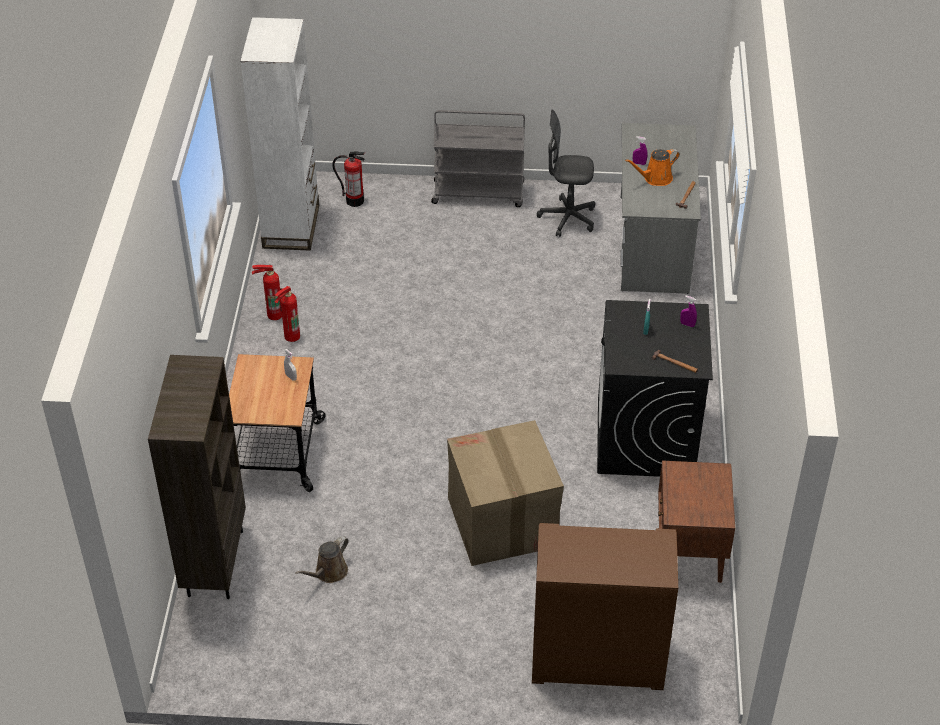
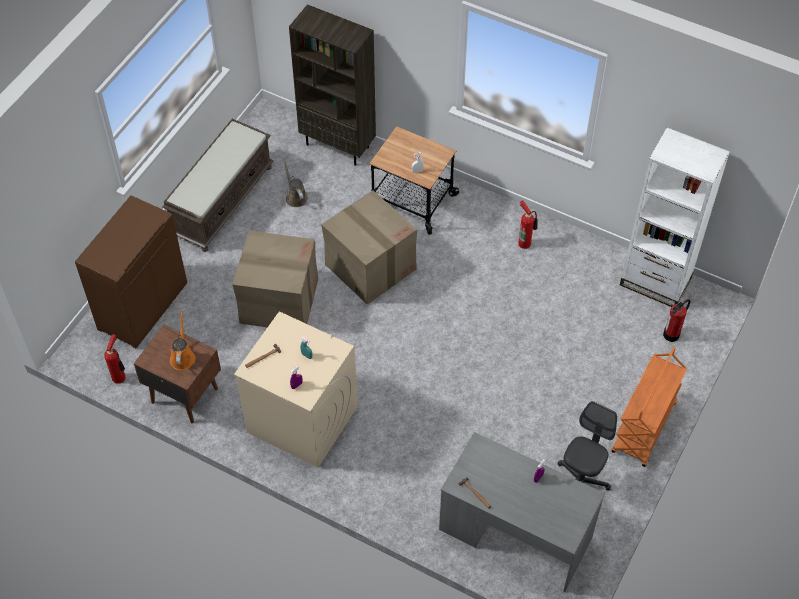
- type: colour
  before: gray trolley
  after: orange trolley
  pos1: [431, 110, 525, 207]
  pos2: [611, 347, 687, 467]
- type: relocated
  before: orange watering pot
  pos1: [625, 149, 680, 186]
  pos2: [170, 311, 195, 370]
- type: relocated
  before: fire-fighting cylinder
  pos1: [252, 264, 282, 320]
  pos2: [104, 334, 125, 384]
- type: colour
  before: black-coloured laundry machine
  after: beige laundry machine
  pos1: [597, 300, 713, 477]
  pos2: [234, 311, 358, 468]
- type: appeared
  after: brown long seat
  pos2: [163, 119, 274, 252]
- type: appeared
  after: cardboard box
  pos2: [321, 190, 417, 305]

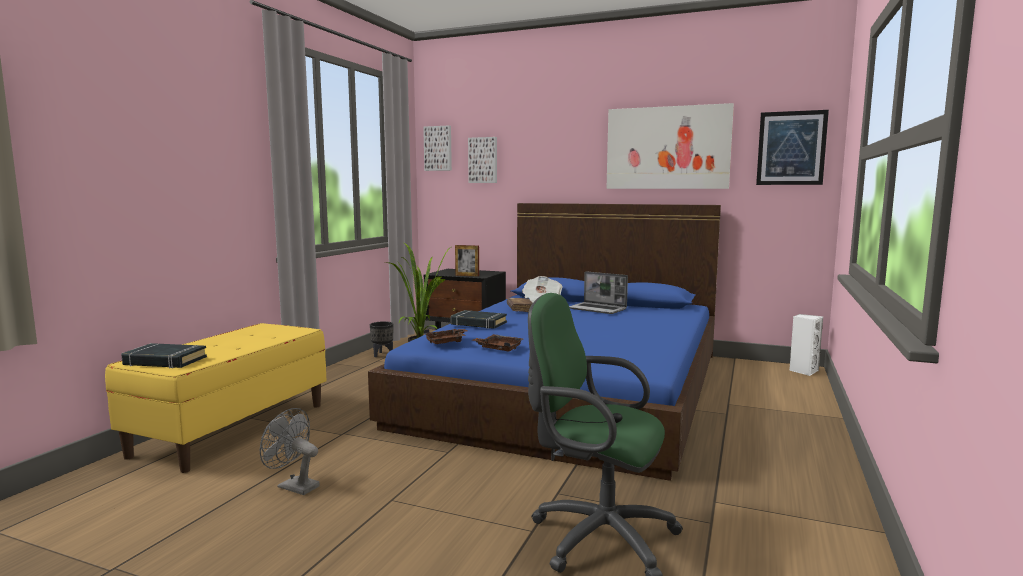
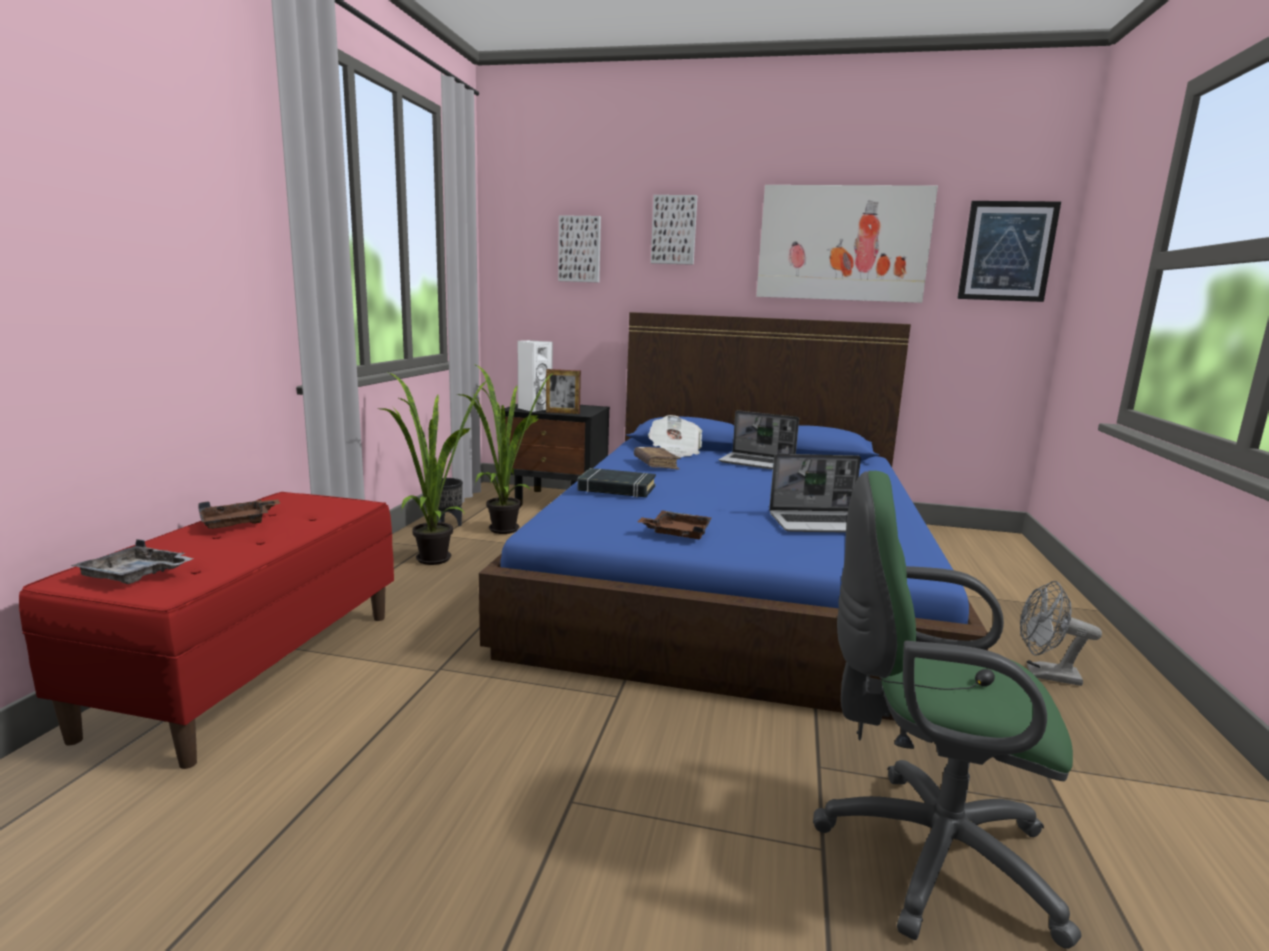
- type: relocated
  before: wall picture
  pos1: [423, 125, 452, 171]
  pos2: [651, 195, 697, 265]
- type: relocated
  before: white loudspeaker
  pos1: [789, 314, 823, 376]
  pos2: [518, 340, 553, 412]
- type: colour
  before: yellowish long seat
  after: red-coloured long seat
  pos1: [105, 323, 327, 473]
  pos2: [19, 492, 394, 769]
- type: relocated
  before: brown tray
  pos1: [424, 328, 467, 344]
  pos2: [198, 499, 281, 529]
- type: exchanged
  before: black-coloured bound book
  after: gray tray
  pos1: [121, 343, 207, 368]
  pos2: [71, 539, 194, 584]
- type: relocated
  before: gray fan
  pos1: [260, 408, 320, 495]
  pos2: [1020, 581, 1102, 686]
- type: appeared
  after: houseplant
  pos2: [376, 373, 487, 565]
- type: appeared
  after: laptop
  pos2: [769, 454, 861, 533]

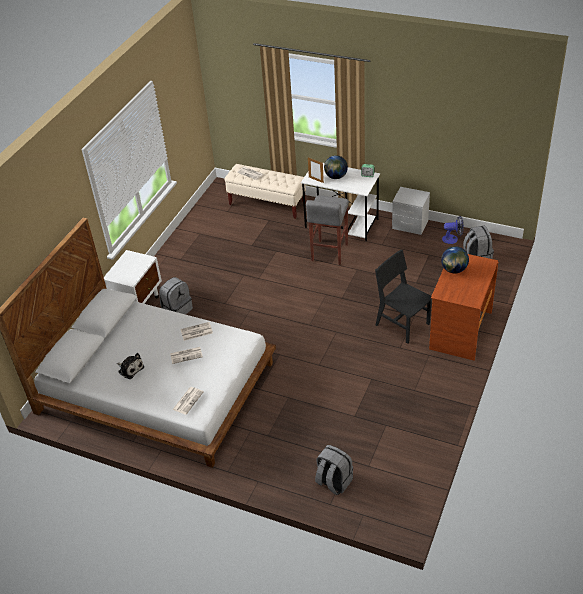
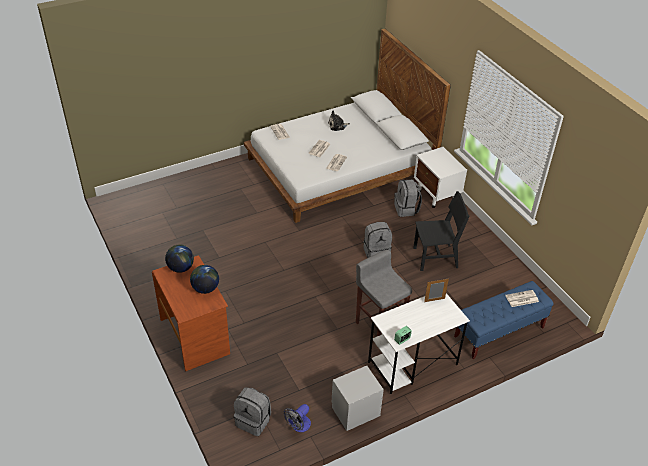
- type: relocated
  before: desk globe
  pos1: [324, 155, 348, 179]
  pos2: [165, 245, 194, 273]
- type: colour
  before: beige long seat
  after: blue-coloured long seat
  pos1: [225, 164, 306, 219]
  pos2: [454, 281, 553, 359]
- type: relocated
  before: black-coloured chair
  pos1: [375, 250, 432, 344]
  pos2: [413, 191, 469, 271]
- type: relocated
  before: gray rucksack
  pos1: [315, 445, 353, 495]
  pos2: [363, 222, 392, 258]

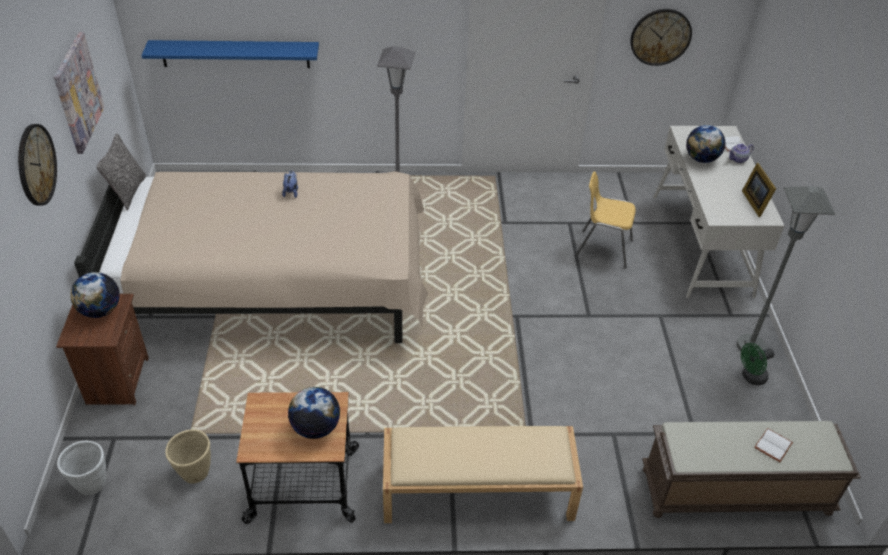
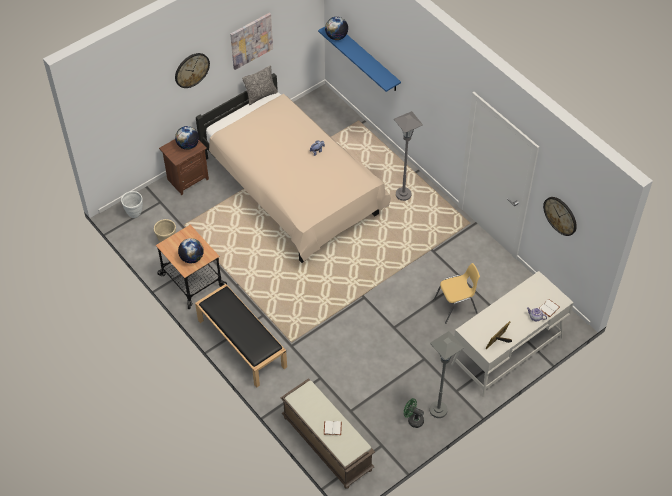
- type: relocated
  before: desk globe
  pos1: [686, 125, 725, 163]
  pos2: [325, 17, 348, 40]
- type: spun
  before: yellowish chair
  pos1: [575, 172, 636, 269]
  pos2: [434, 263, 480, 324]
  turn: 90
- type: colour
  before: beige long seat
  after: black-coloured long seat
  pos1: [383, 426, 583, 523]
  pos2: [195, 284, 287, 388]

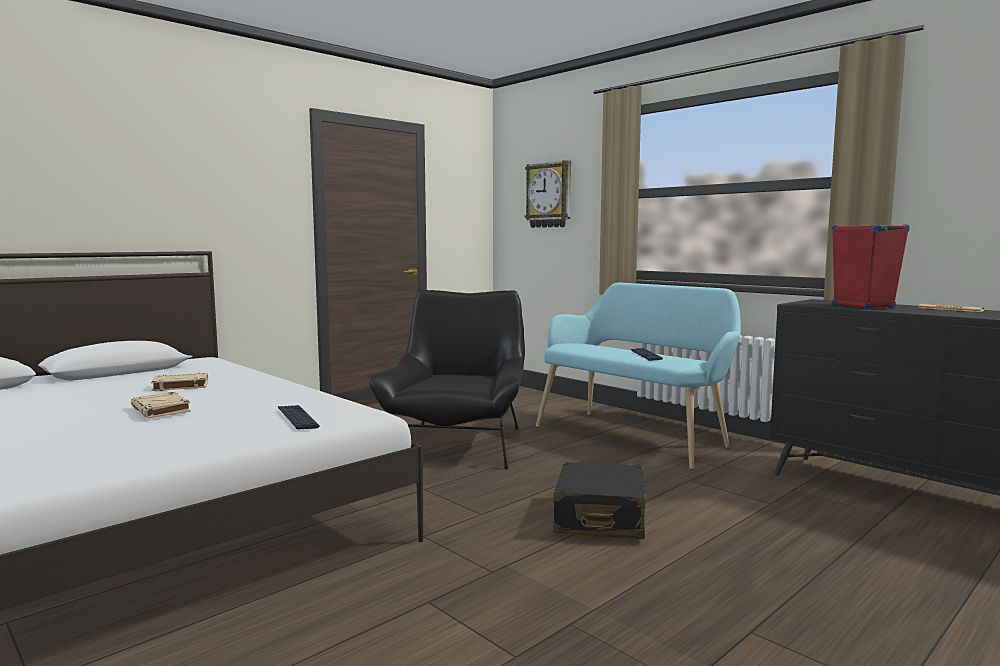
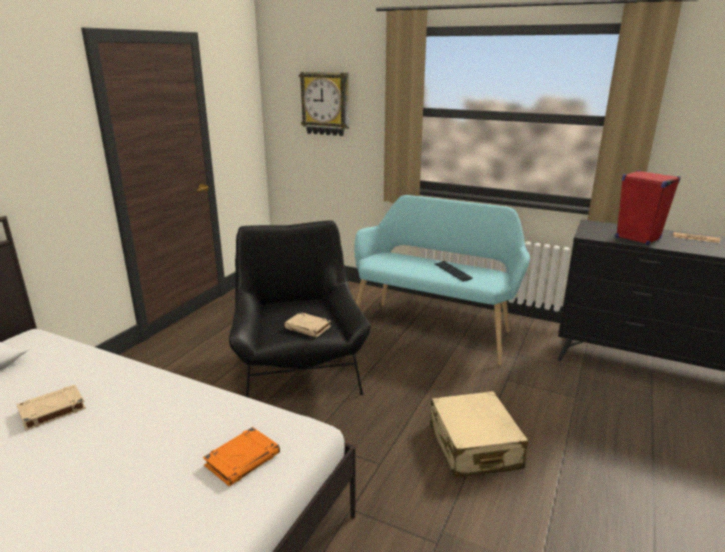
- type: relocated
  before: beige bound book
  pos1: [131, 392, 191, 418]
  pos2: [284, 312, 331, 337]
- type: exchanged
  before: PC keyboard
  after: orange bound book
  pos1: [278, 405, 320, 429]
  pos2: [203, 427, 280, 487]
- type: colour
  before: black-coloured piece of luggage
  after: beige piece of luggage
  pos1: [553, 462, 646, 539]
  pos2: [430, 391, 528, 478]

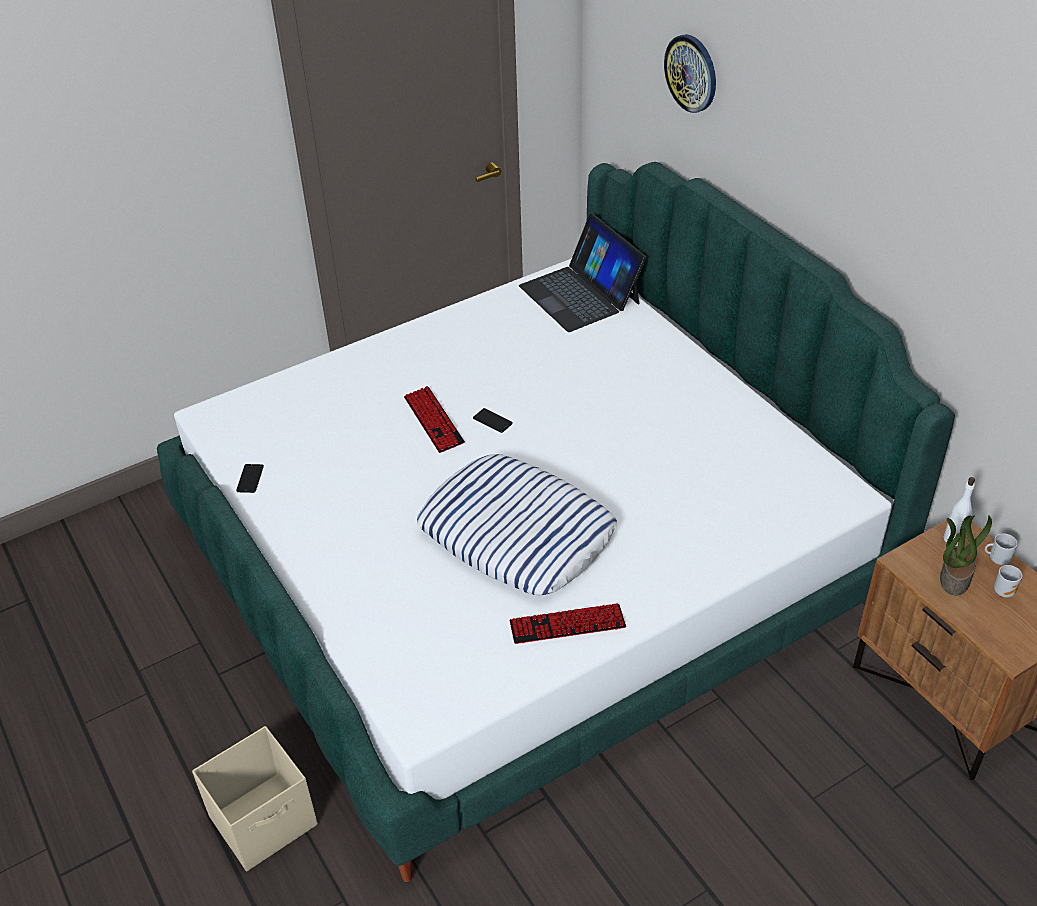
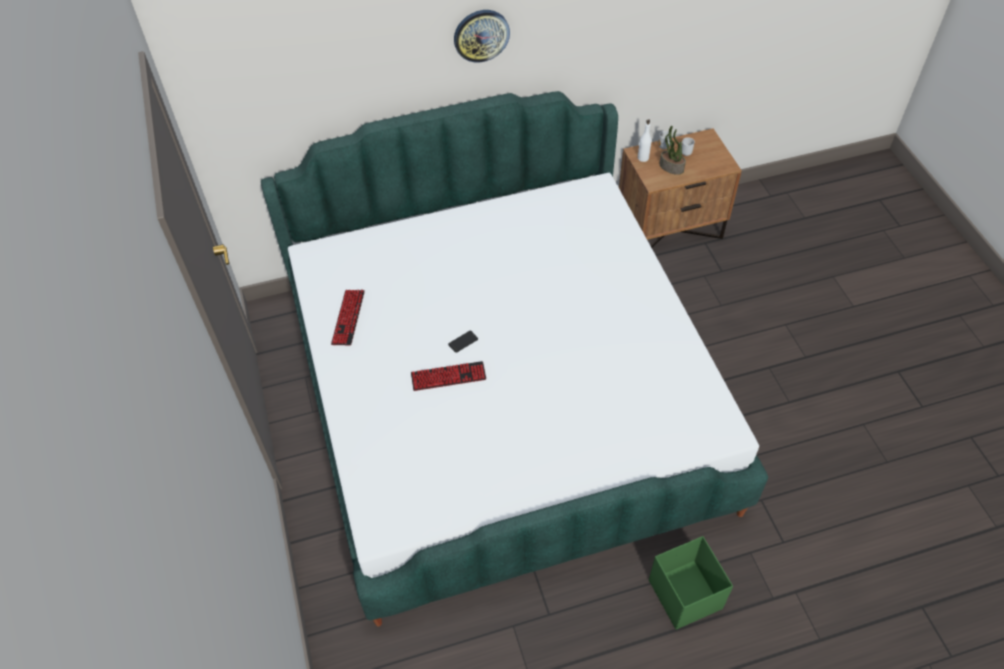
- type: relocated
  before: hanging clock
  pos1: [664, 34, 716, 113]
  pos2: [454, 10, 510, 62]
- type: missing
  before: laptop
  pos1: [519, 213, 646, 332]
- type: missing
  before: cushion
  pos1: [417, 454, 617, 595]
- type: missing
  before: telephone
  pos1: [236, 464, 264, 493]
- type: relocated
  before: PC keyboard
  pos1: [509, 603, 626, 644]
  pos2: [331, 290, 365, 345]
- type: colour
  before: beige storage bin
  after: green-coloured storage bin
  pos1: [192, 726, 318, 871]
  pos2: [649, 536, 733, 630]

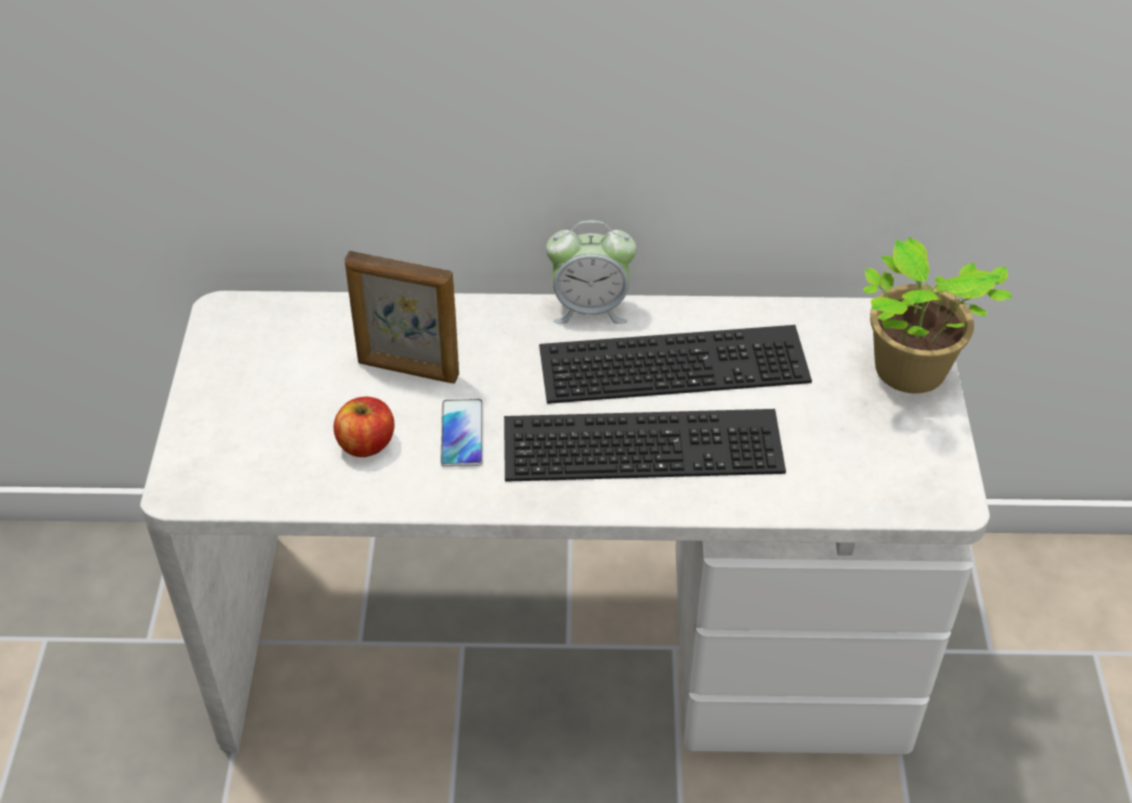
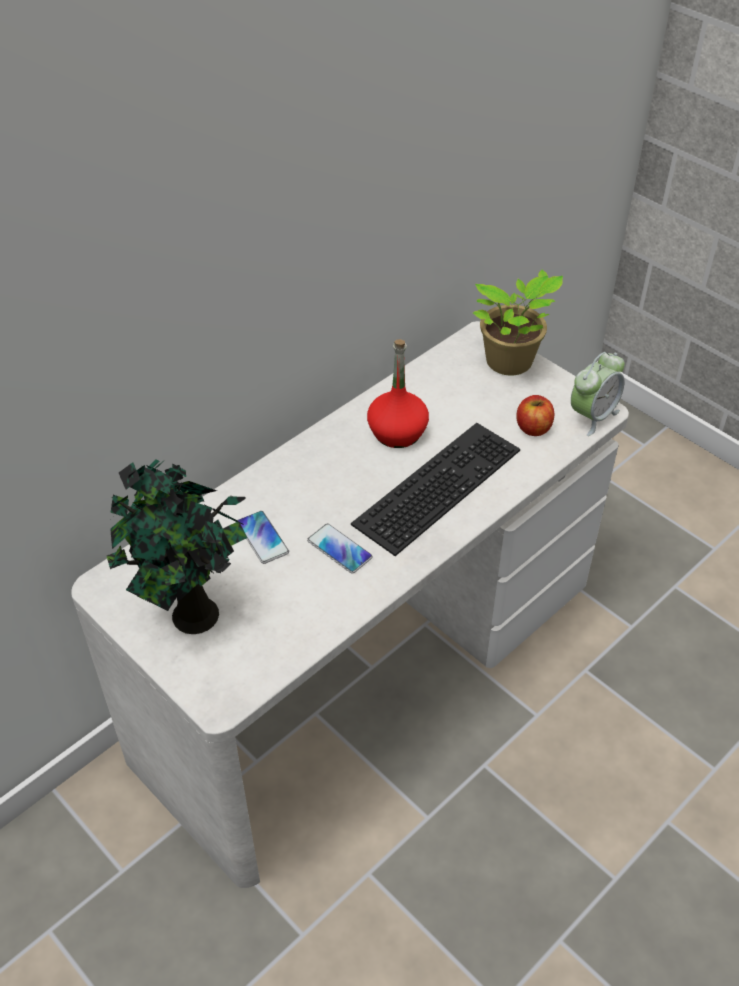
- type: relocated
  before: bedside clock
  pos1: [546, 220, 637, 324]
  pos2: [571, 352, 625, 436]
- type: exchanged
  before: standing frame
  after: telephone
  pos1: [345, 251, 459, 383]
  pos2: [237, 511, 289, 564]
- type: exchanged
  before: PC keyboard
  after: red-coloured drink bottle
  pos1: [539, 325, 812, 404]
  pos2: [367, 339, 429, 448]
- type: relocated
  before: whole apple
  pos1: [334, 397, 395, 457]
  pos2: [516, 395, 554, 436]
- type: appeared
  after: houseplant
  pos2: [107, 459, 247, 634]

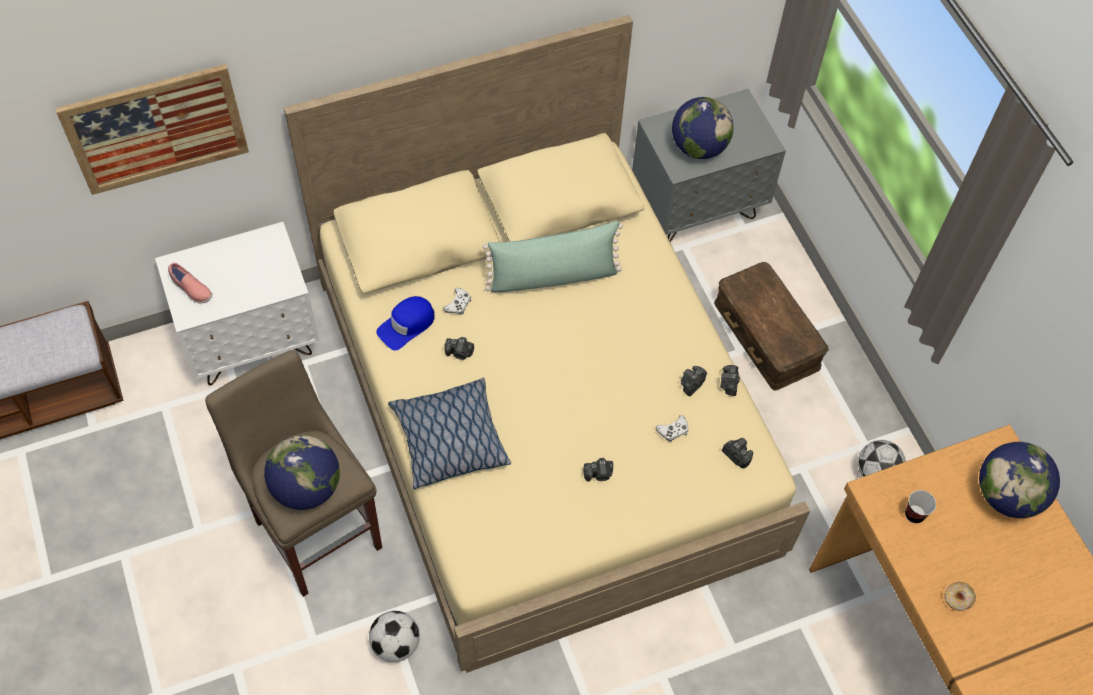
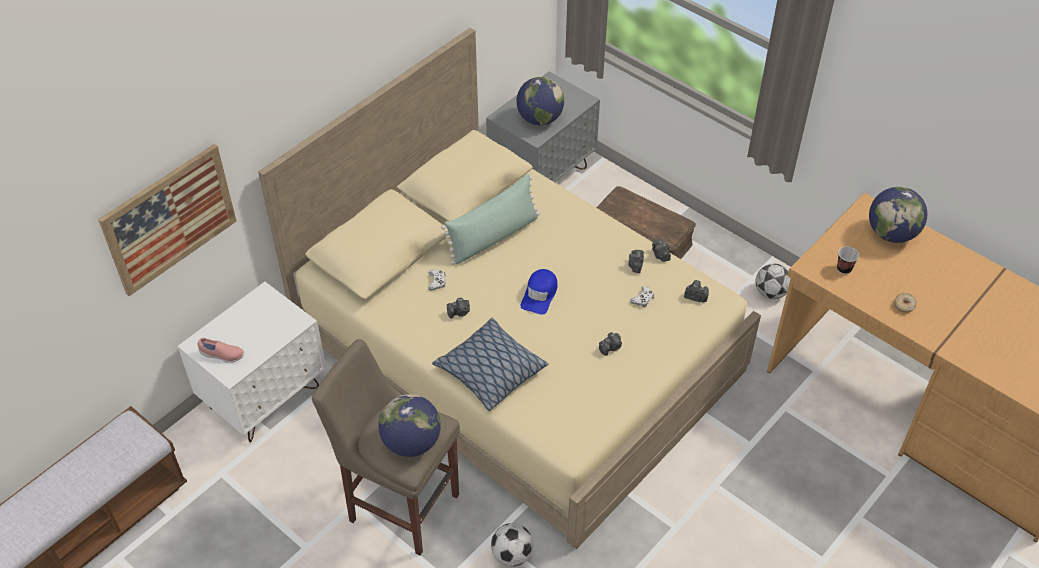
- type: relocated
  before: blue-coloured cap
  pos1: [376, 296, 435, 351]
  pos2: [521, 269, 557, 315]

